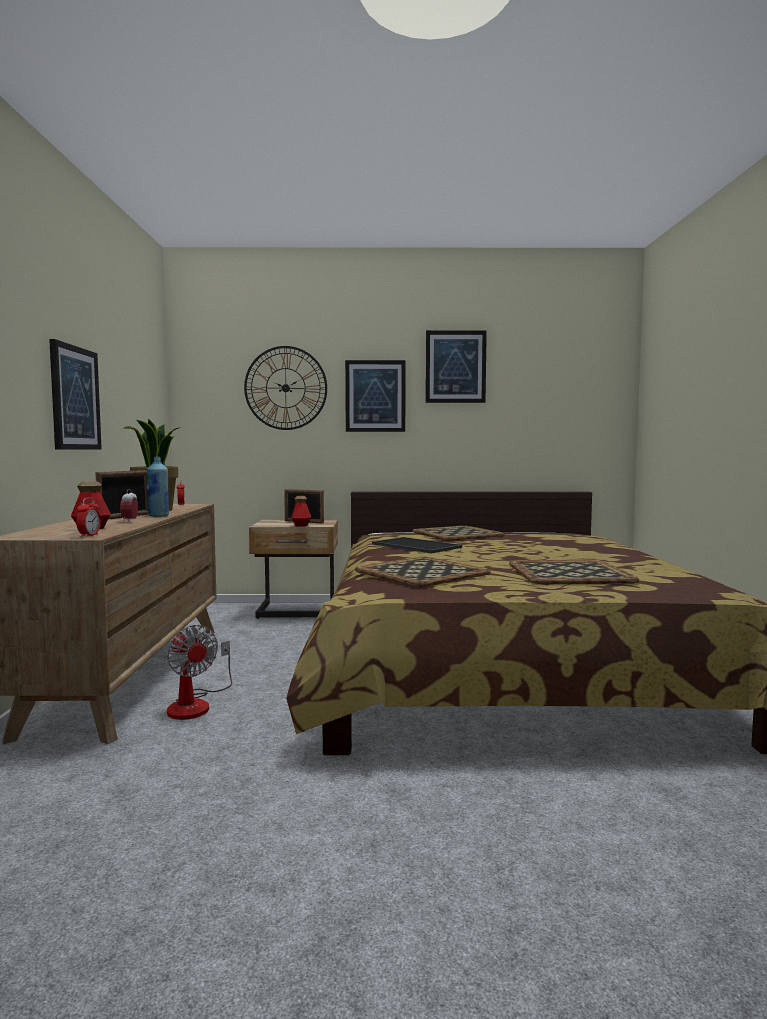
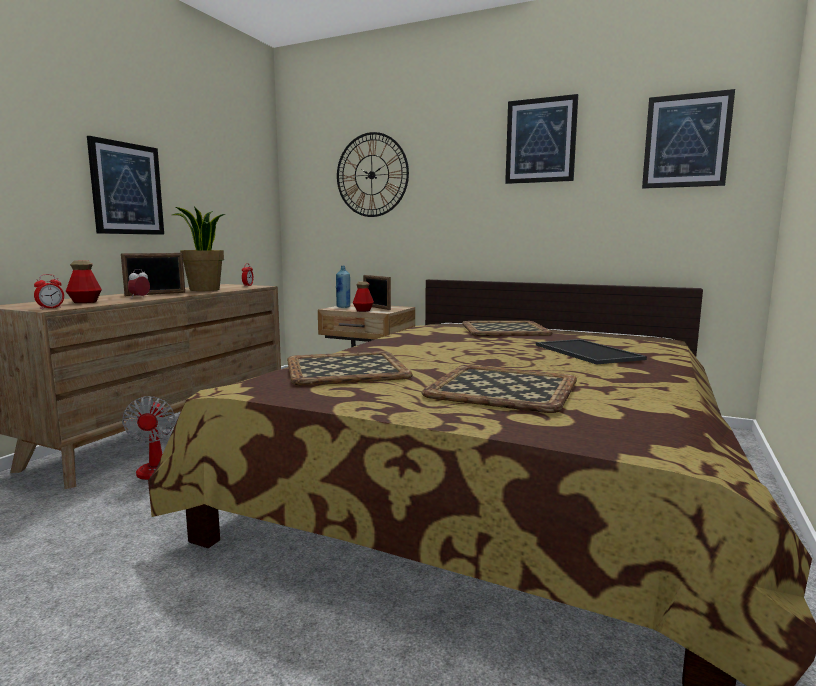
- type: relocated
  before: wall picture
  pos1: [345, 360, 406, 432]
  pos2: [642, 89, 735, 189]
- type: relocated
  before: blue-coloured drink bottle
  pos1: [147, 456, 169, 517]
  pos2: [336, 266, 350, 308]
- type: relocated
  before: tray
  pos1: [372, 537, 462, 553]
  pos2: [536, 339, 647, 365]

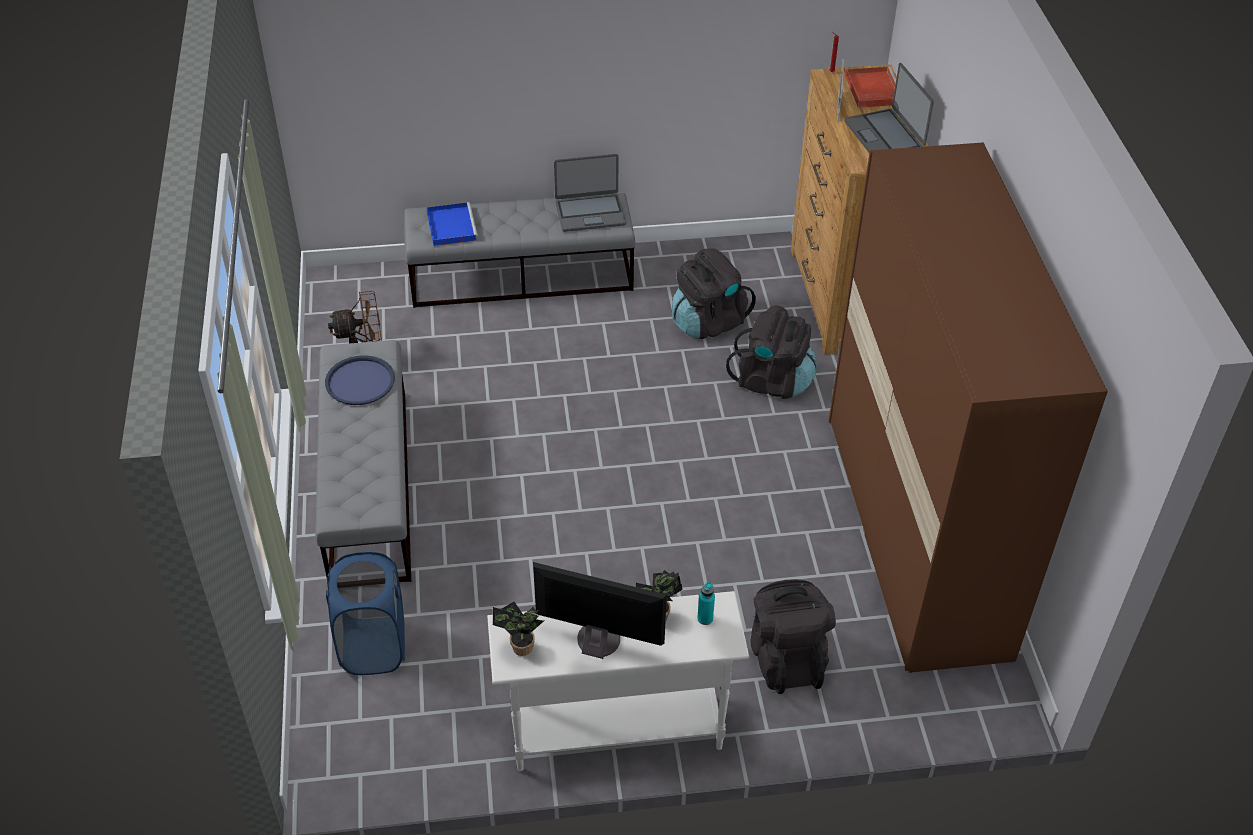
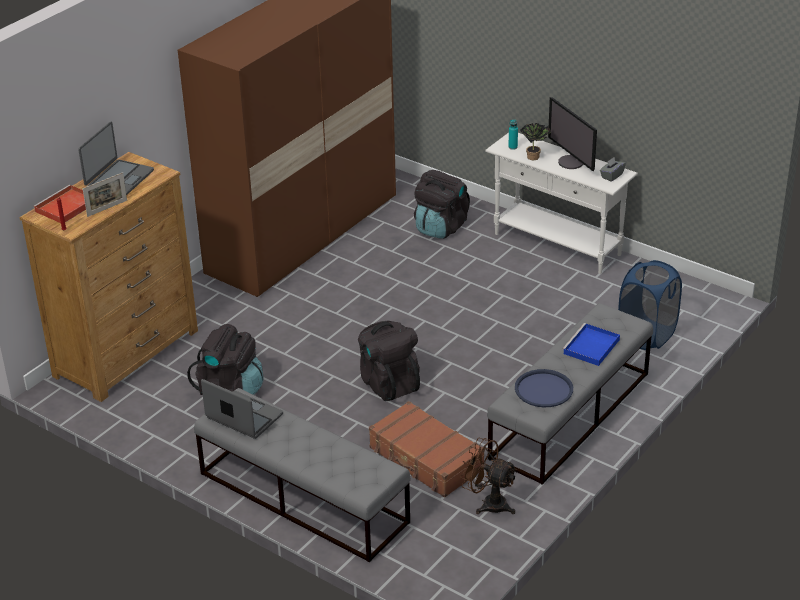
- type: relocated
  before: blue-coloured tray
  pos1: [426, 202, 478, 246]
  pos2: [562, 323, 620, 366]
- type: relocated
  before: black-coloured rucksack
  pos1: [726, 306, 817, 399]
  pos2: [358, 321, 420, 401]
- type: exchanged
  before: houseplant
  after: gray tissue holder
  pos1: [493, 602, 544, 656]
  pos2: [600, 157, 626, 182]
- type: appeared
  after: brown piece of luggage
  pos2: [369, 401, 485, 498]

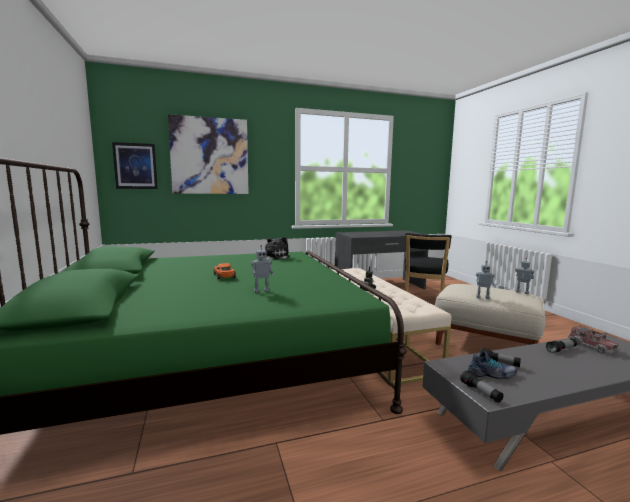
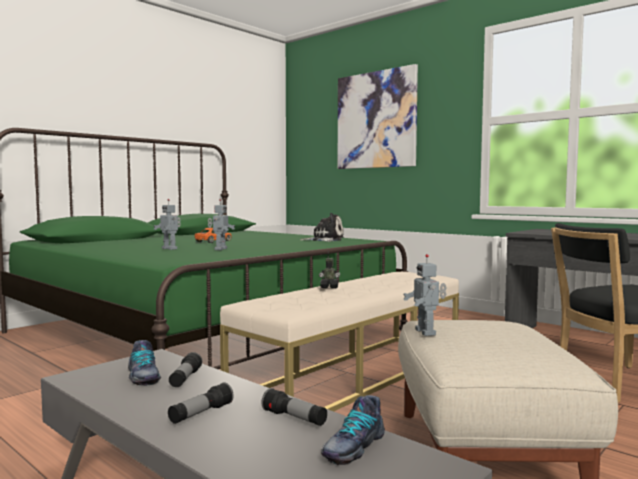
- type: missing
  before: wall picture
  pos1: [112, 142, 158, 189]
- type: relocated
  before: robot figure
  pos1: [516, 257, 534, 294]
  pos2: [208, 199, 235, 250]
- type: exchanged
  before: toy lorry
  after: low shoe
  pos1: [568, 325, 619, 354]
  pos2: [321, 395, 385, 465]
- type: relocated
  before: hand torch
  pos1: [460, 370, 504, 403]
  pos2: [168, 382, 234, 424]

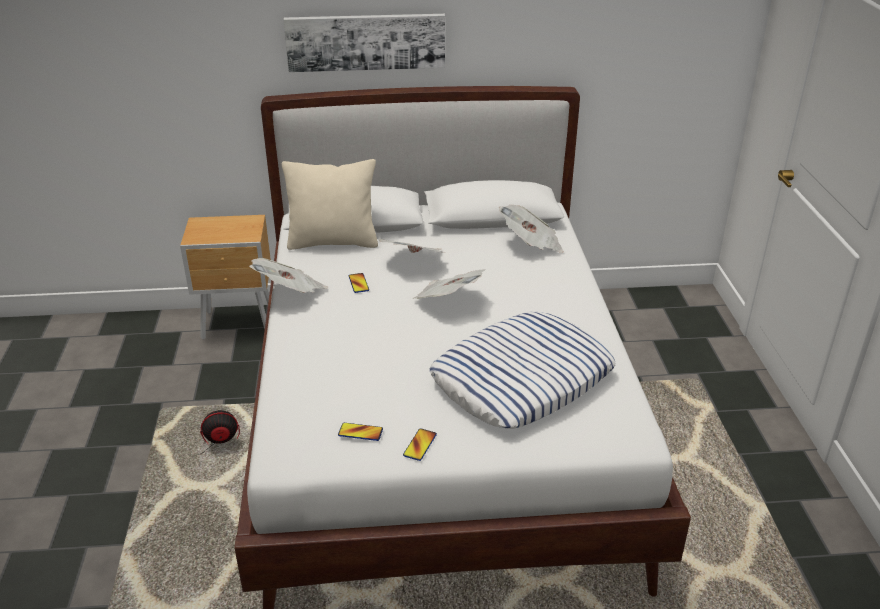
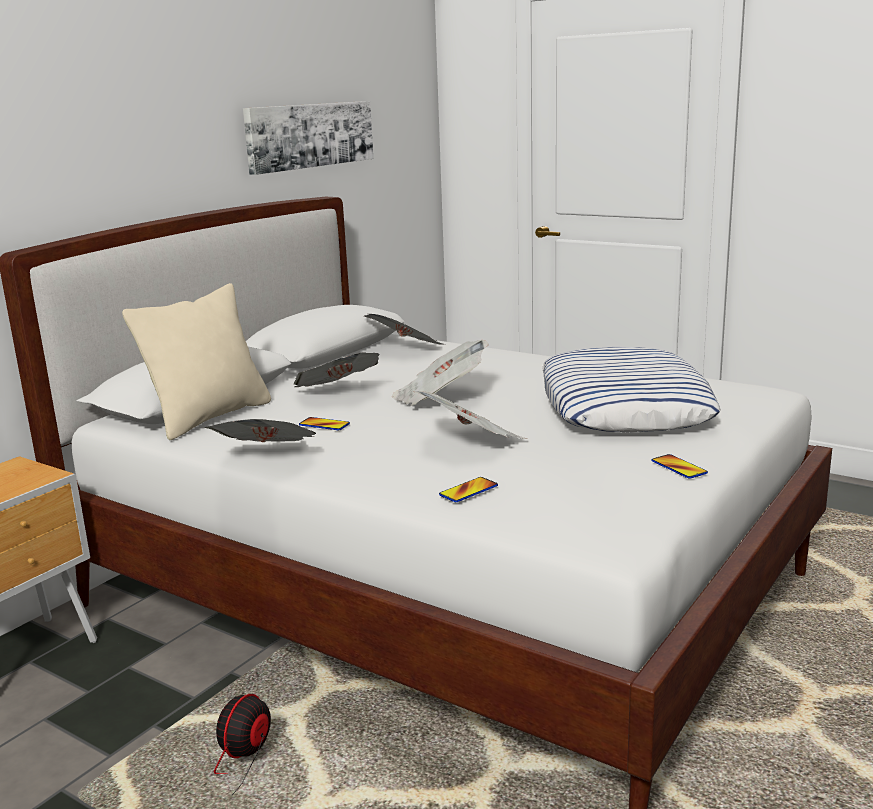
- type: relocated
  before: wall picture
  pos1: [284, 14, 445, 72]
  pos2: [243, 101, 373, 175]
- type: relocated
  before: telephone
  pos1: [338, 423, 383, 441]
  pos2: [439, 477, 498, 502]
- type: appeared
  after: newspaper
  pos2: [412, 391, 528, 439]

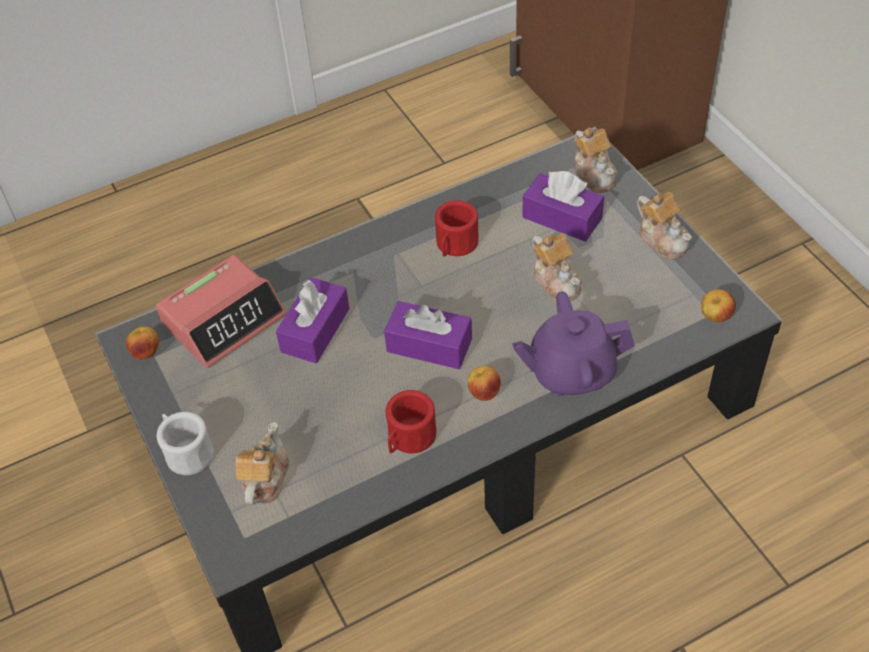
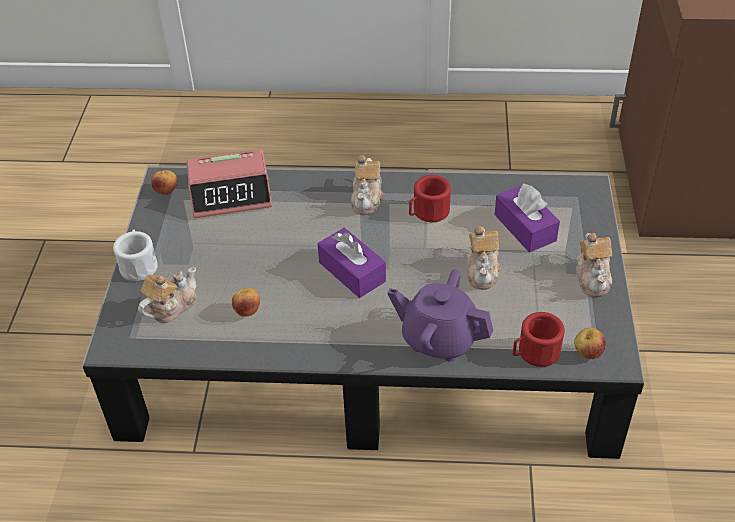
- type: relocated
  before: pot for tea
  pos1: [574, 127, 618, 193]
  pos2: [351, 155, 384, 215]
- type: missing
  before: purple tissue holder
  pos1: [276, 277, 349, 363]
- type: relocated
  before: whole apple
  pos1: [467, 366, 501, 401]
  pos2: [232, 288, 260, 317]
- type: relocated
  before: red-coloured coffee mug
  pos1: [386, 390, 436, 453]
  pos2: [513, 312, 565, 367]

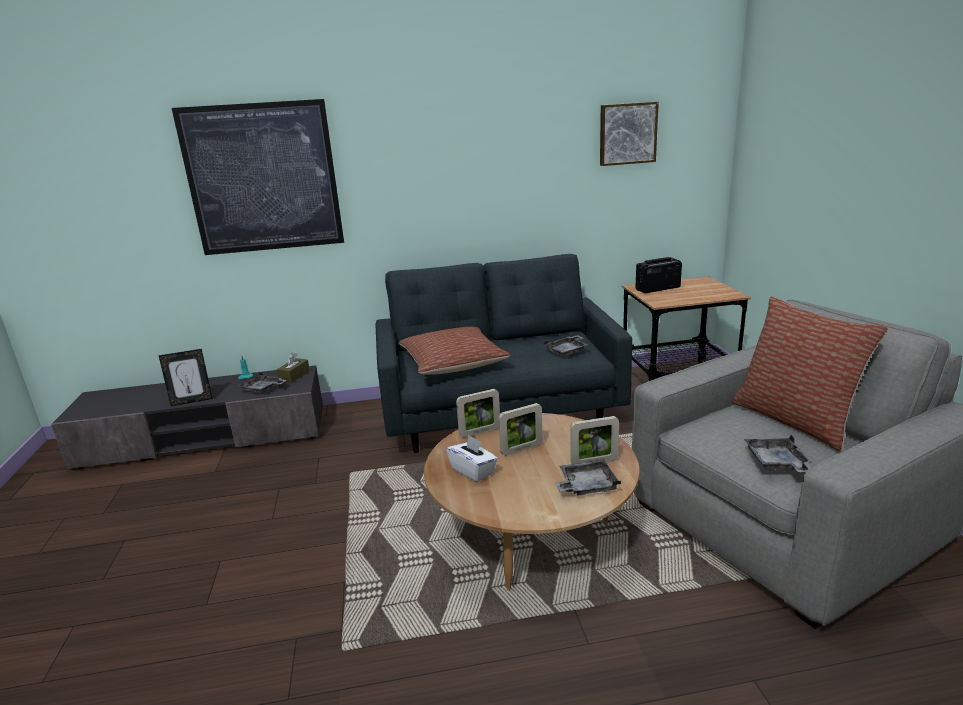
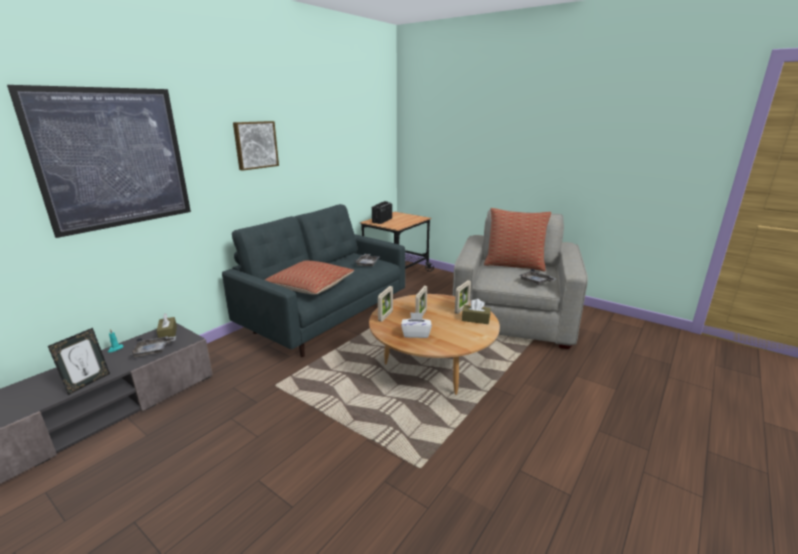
- type: relocated
  before: wall picture
  pos1: [600, 102, 659, 166]
  pos2: [233, 121, 279, 171]
- type: exchanged
  before: gray tray
  after: brown tissue holder
  pos1: [555, 460, 621, 496]
  pos2: [462, 299, 491, 324]

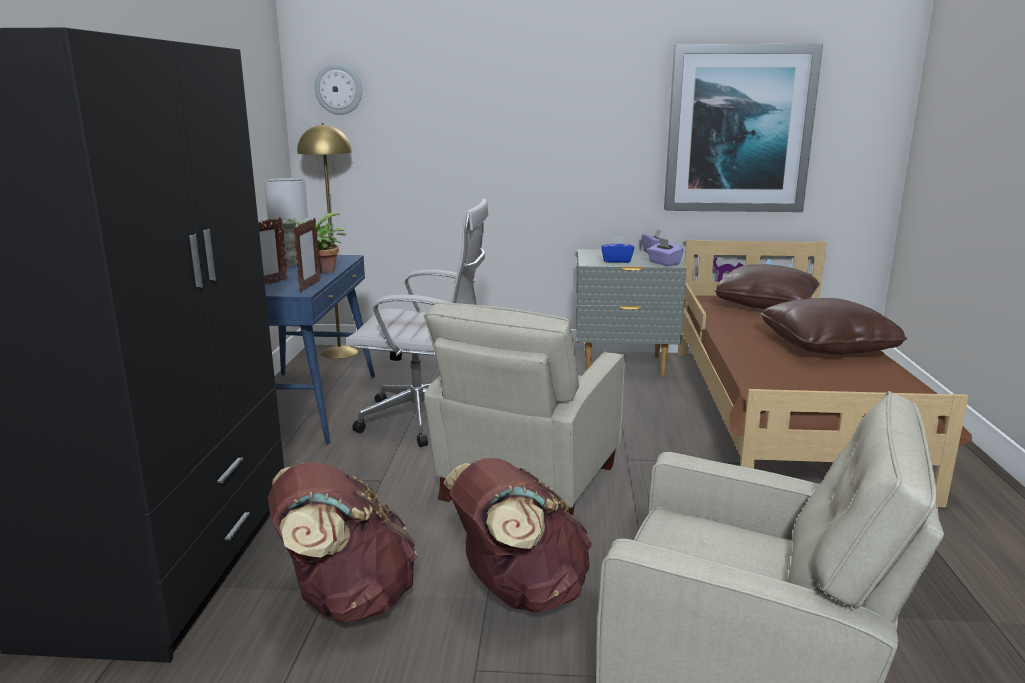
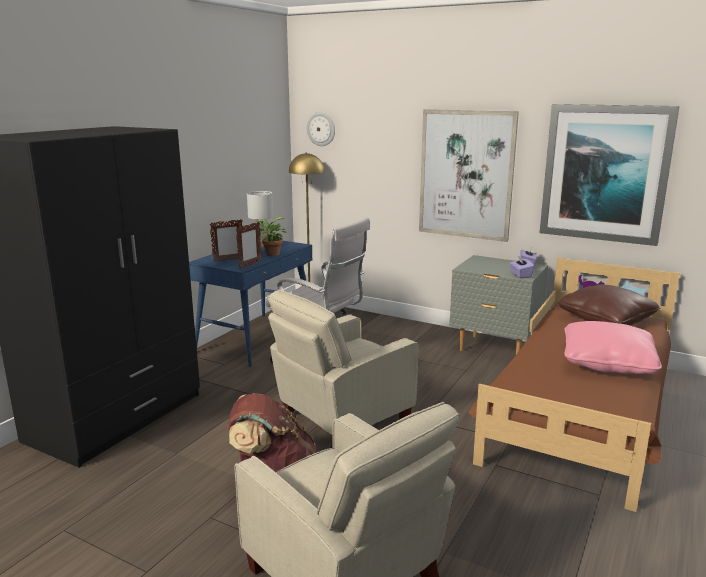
- type: missing
  before: blue-coloured tissue holder
  pos1: [601, 236, 634, 263]
- type: colour
  before: brown cushion
  after: pinkish cushion
  pos1: [760, 298, 907, 355]
  pos2: [564, 321, 662, 374]
- type: missing
  before: brown rucksack
  pos1: [268, 462, 418, 623]
- type: appeared
  after: wall picture
  pos2: [419, 109, 519, 242]

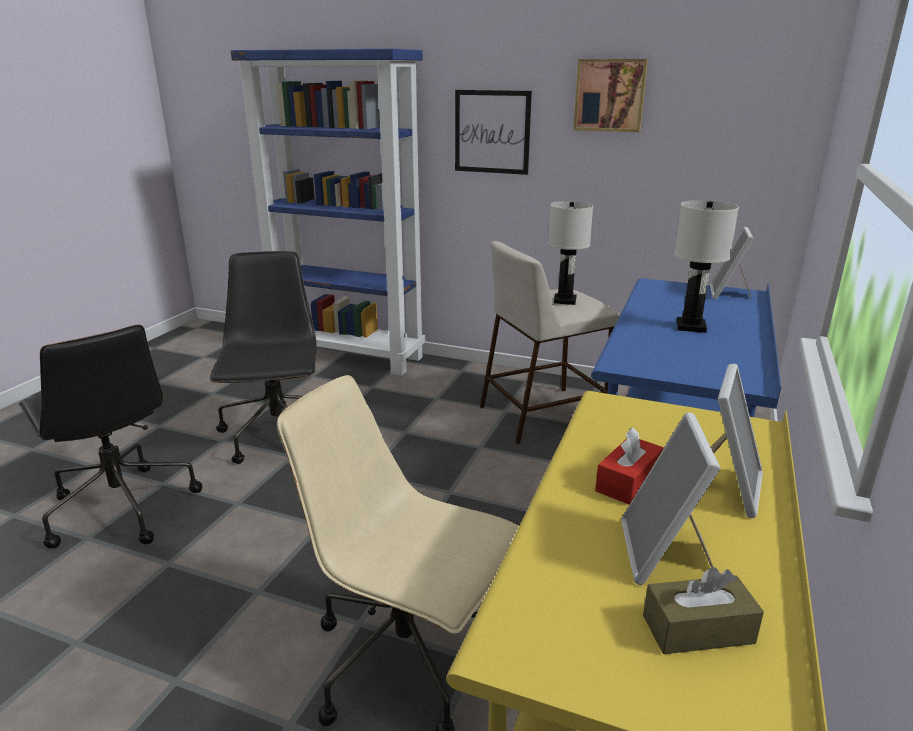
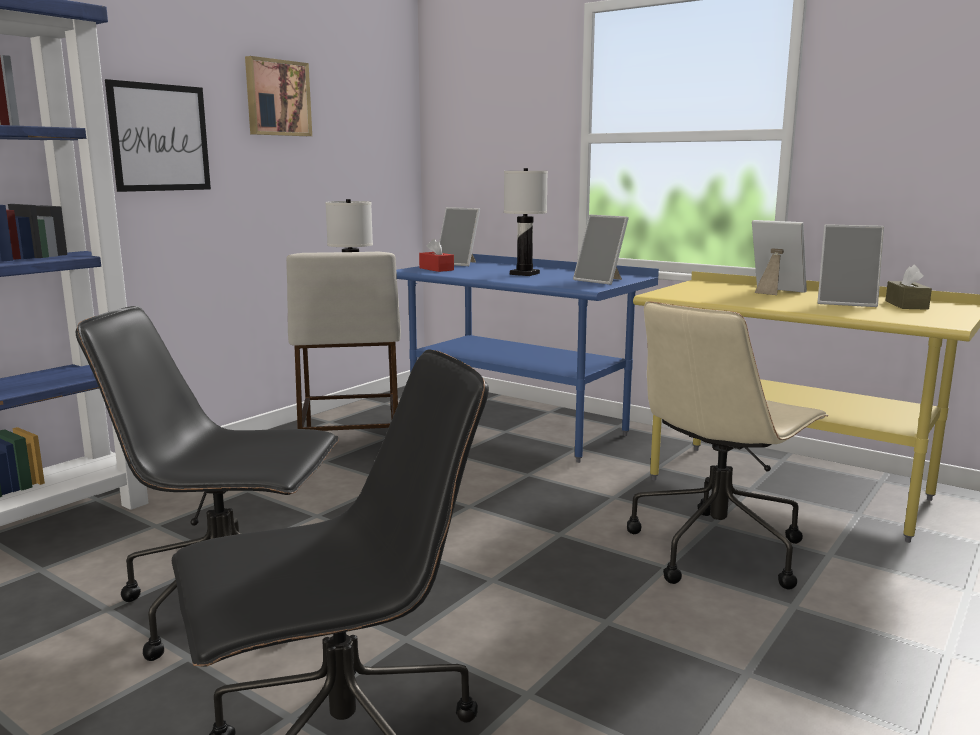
- type: relocated
  before: red-coloured tissue holder
  pos1: [595, 427, 664, 505]
  pos2: [419, 239, 454, 272]
- type: appeared
  after: standing frame
  pos2: [573, 215, 629, 285]

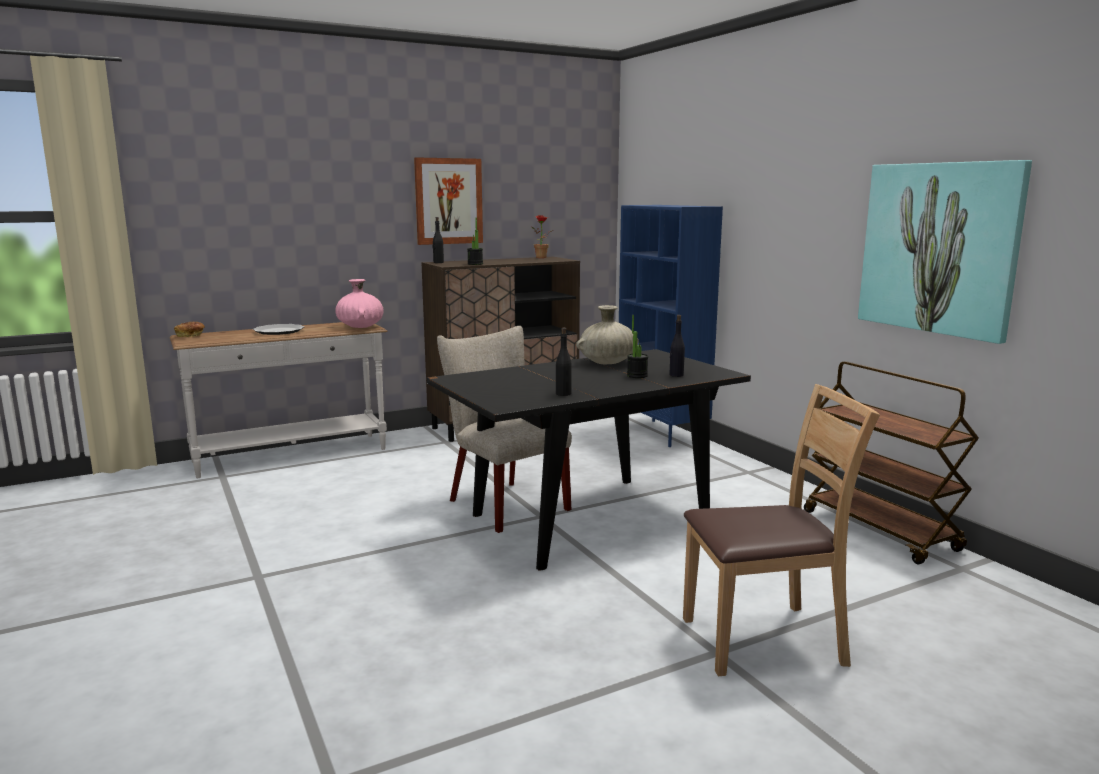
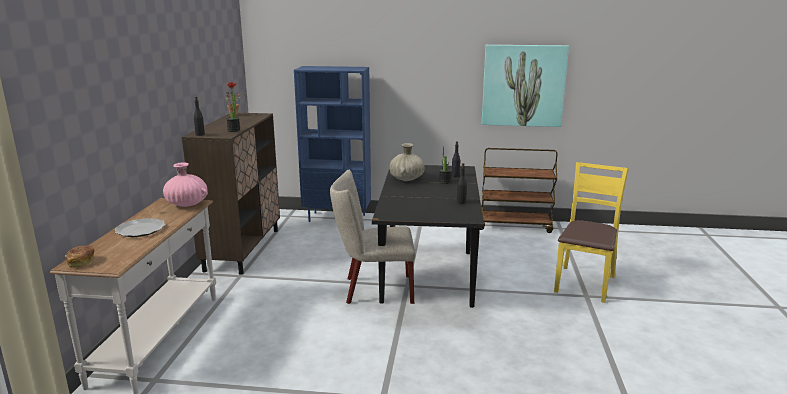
- type: missing
  before: wall picture
  pos1: [414, 157, 483, 245]
- type: colour
  before: brown chair
  after: yellowish chair
  pos1: [683, 384, 880, 676]
  pos2: [554, 162, 629, 303]

